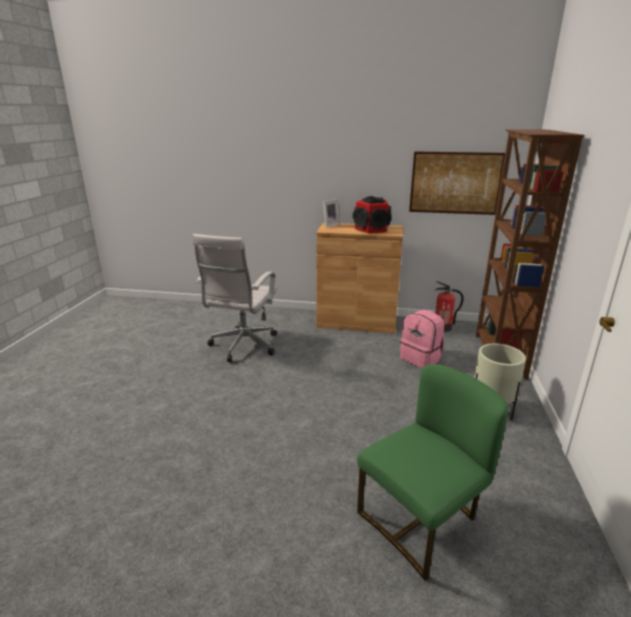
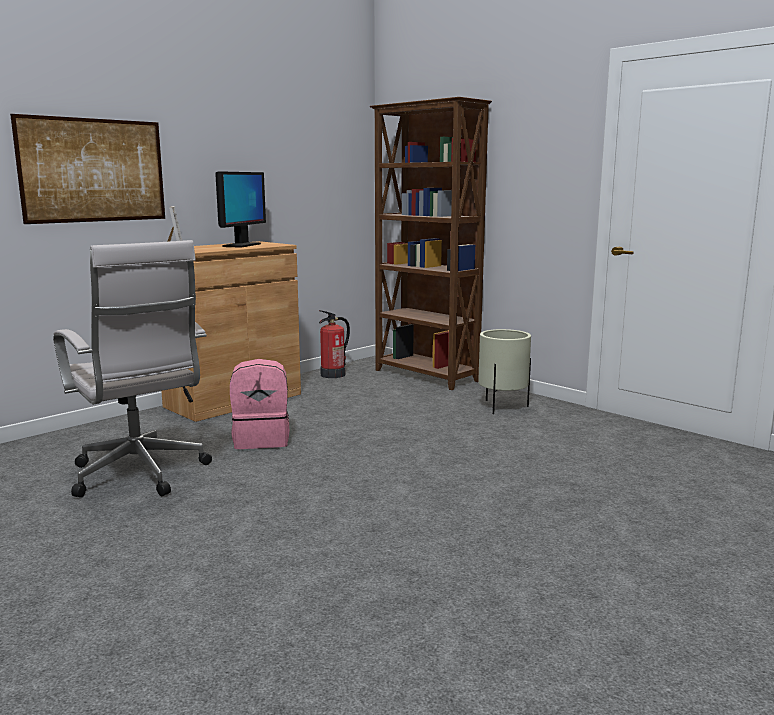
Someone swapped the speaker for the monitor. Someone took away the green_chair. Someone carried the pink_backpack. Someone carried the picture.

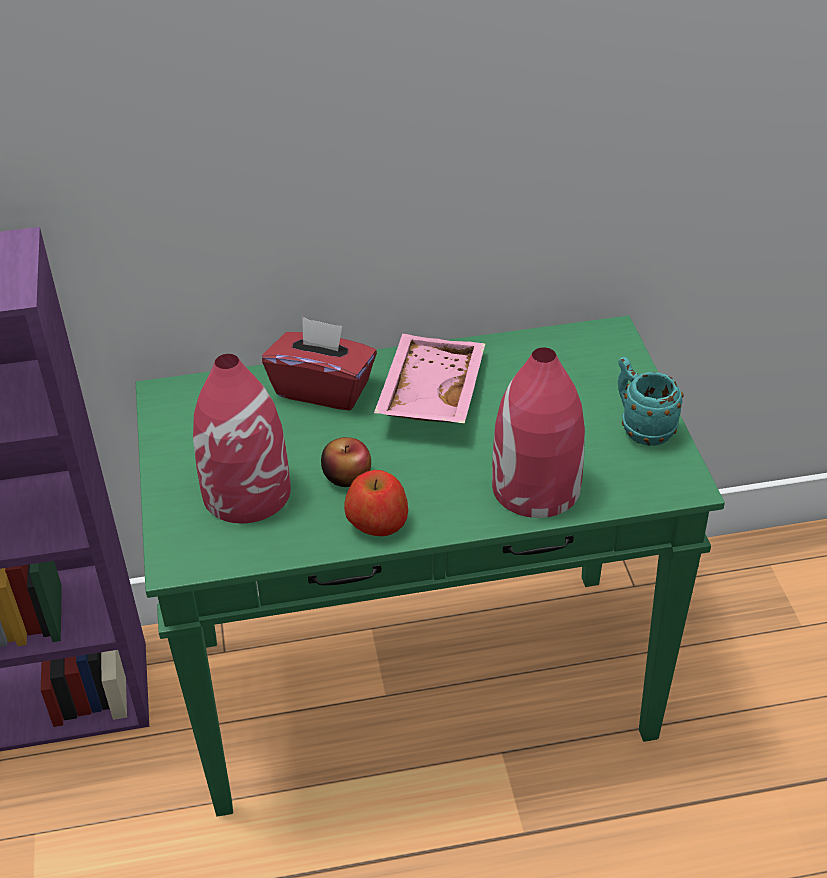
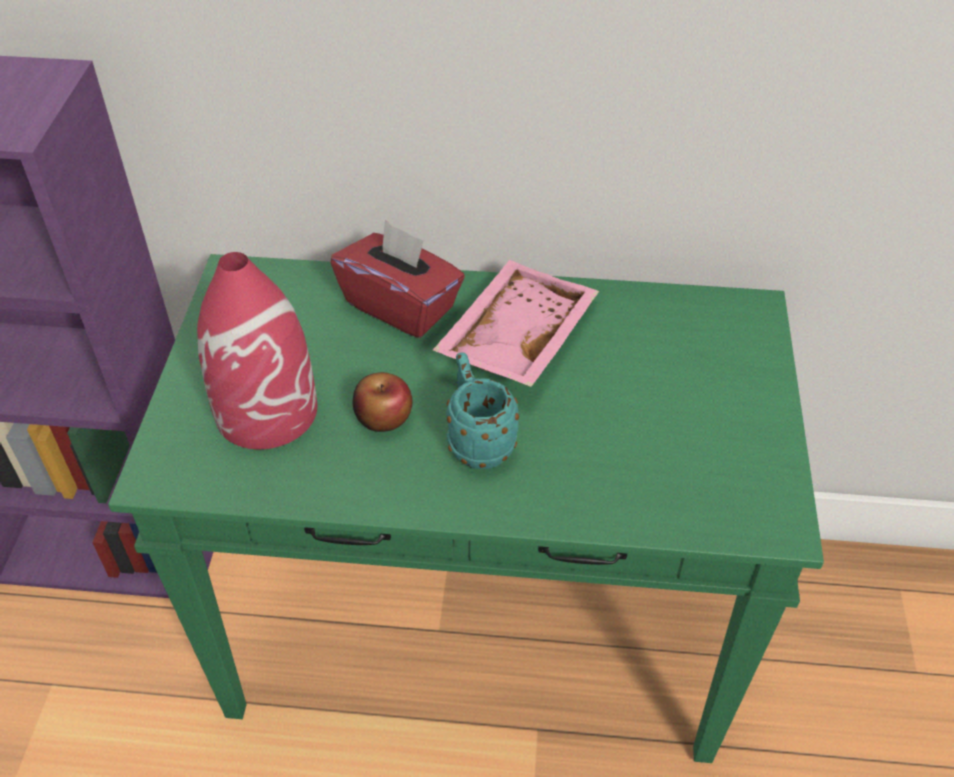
Someone took away the apple (2nd from left). Someone took away the red_vase (2nd from left). Someone carried the turquoise_mug.

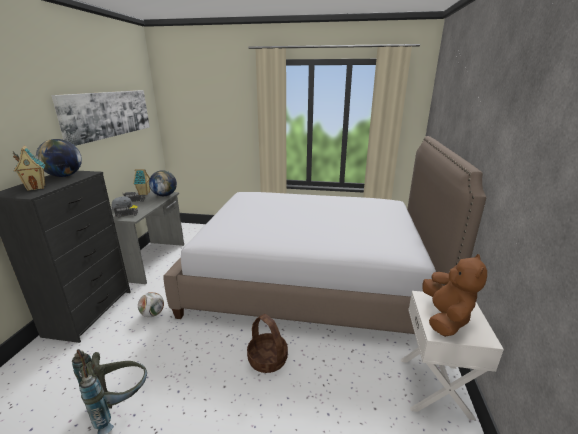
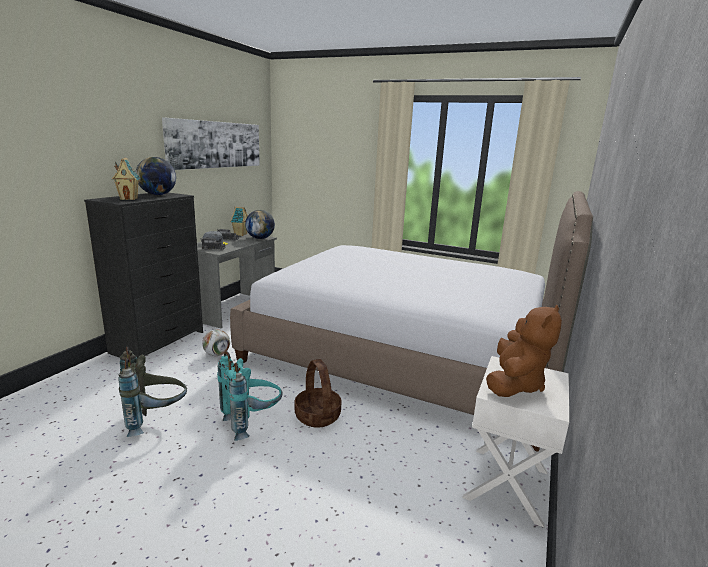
Someone put down the turquoise_backpack.

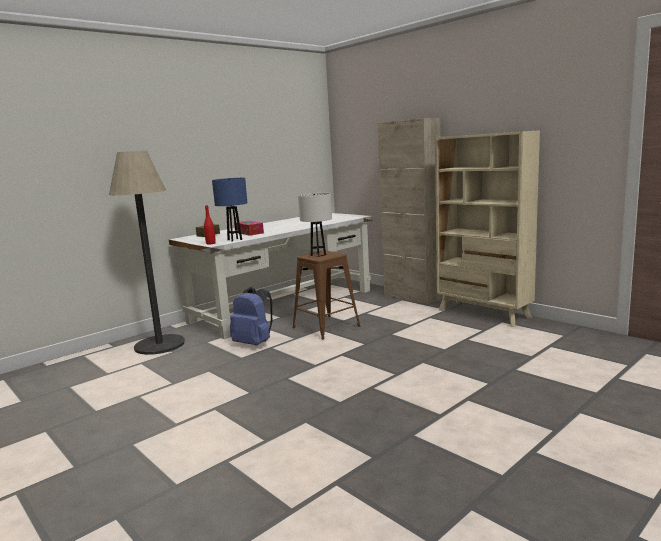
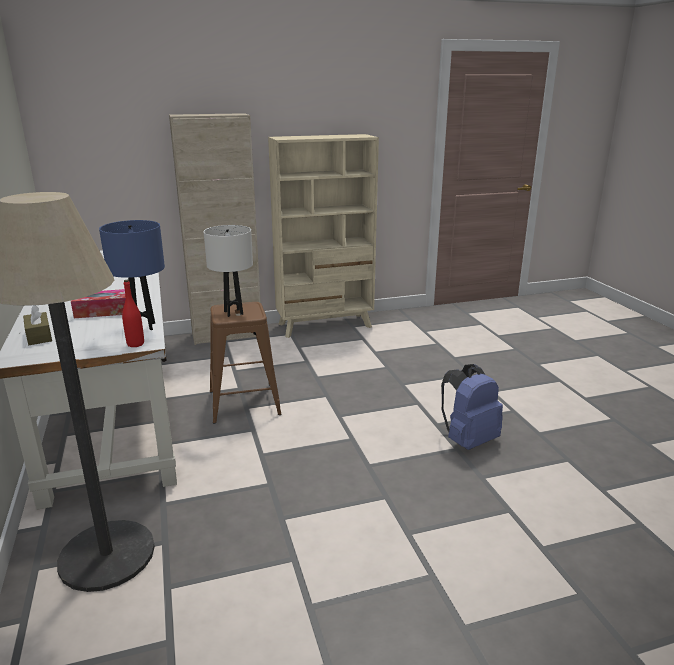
Someone carried the blue_backpack.

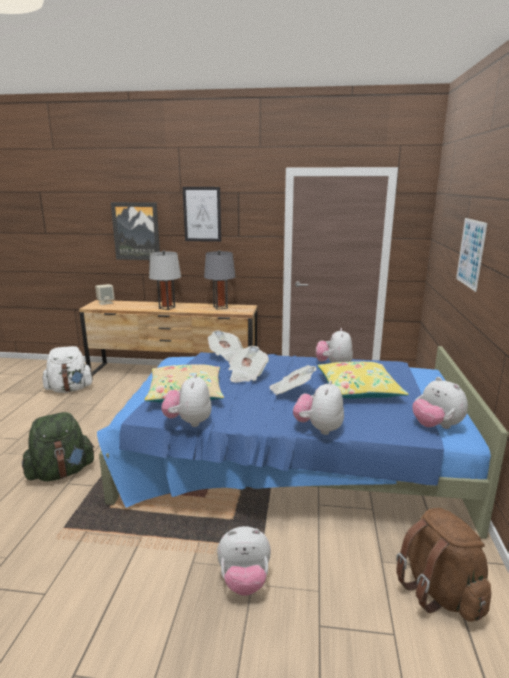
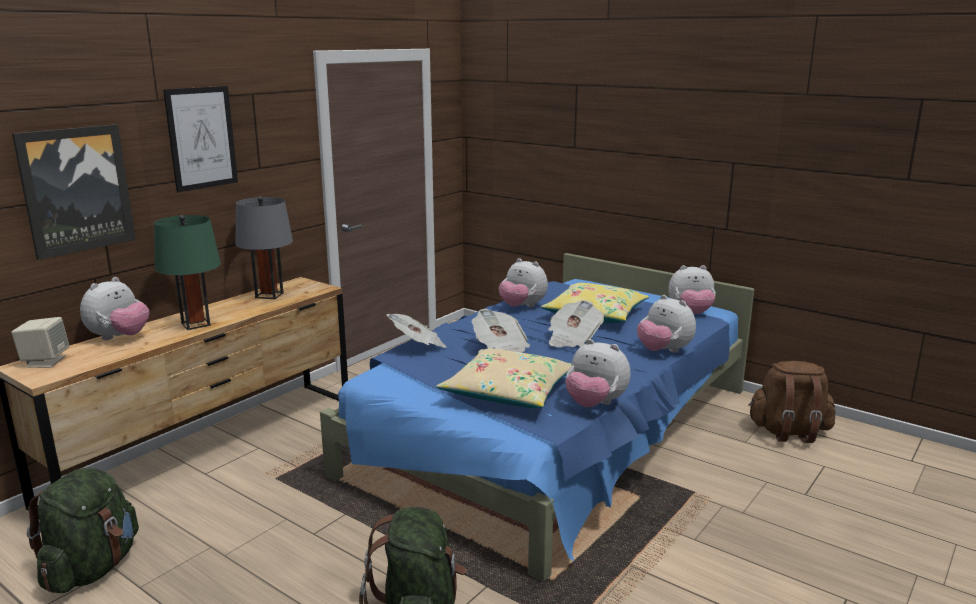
Someone repainted the white_backpack, which became the green_backpack (1st from left). Someone repainted the grey_table_lamp (1st from left), which became the green_table_lamp. Someone carried the plush_toy (2nd from left in the first image). Someone took away the picture (3rd from left).

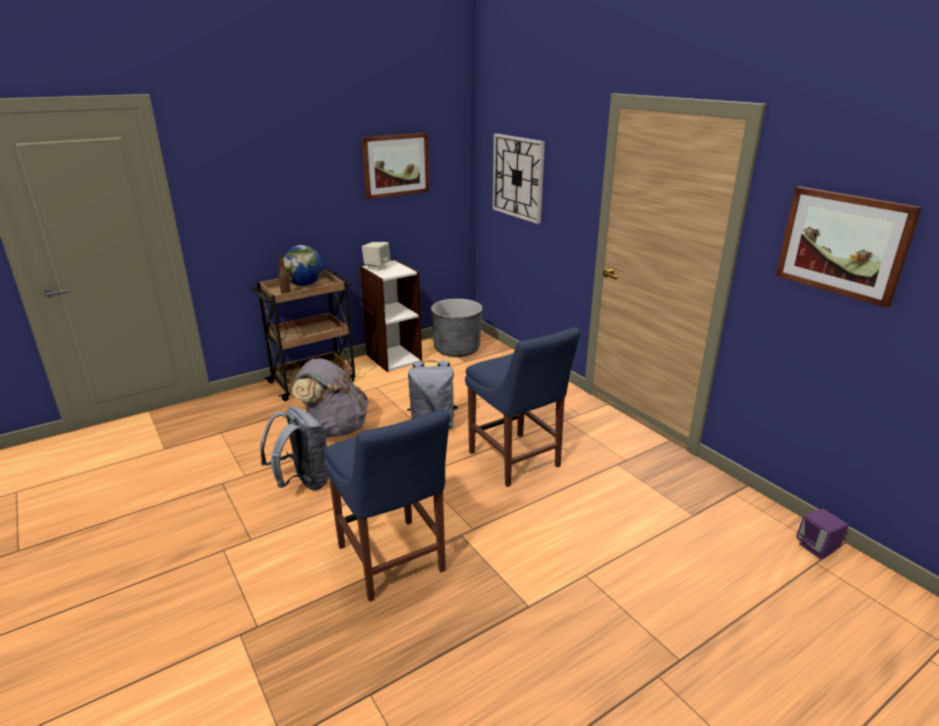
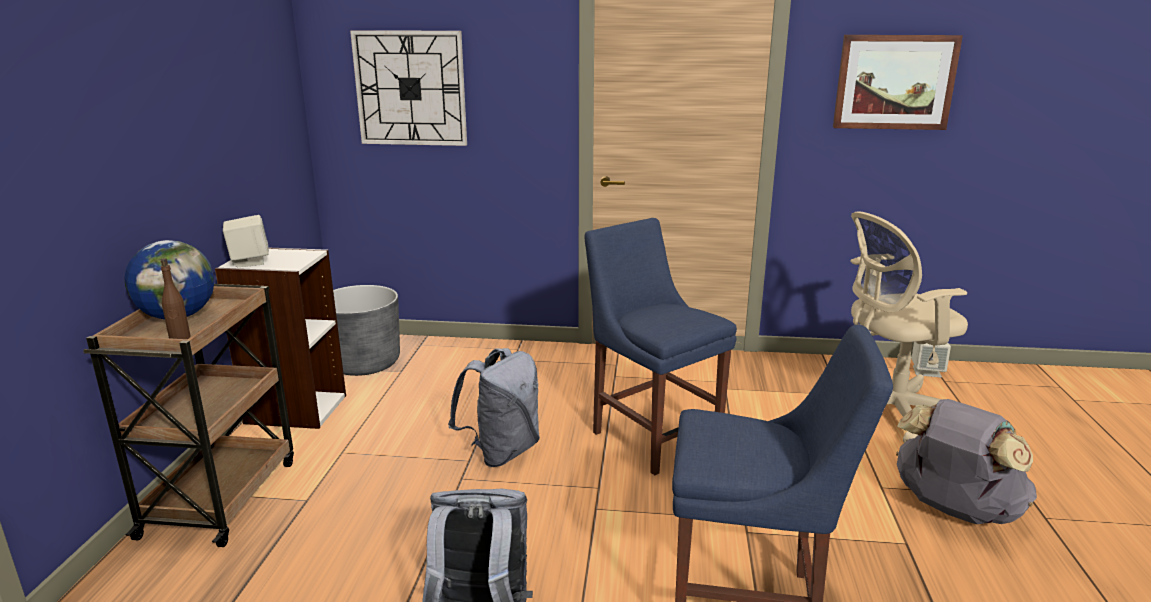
Someone carried the grey_backpack (2nd from left in the first image). Someone took away the picture (1st from left). Someone rotated the blue_chair (2nd from left in the first image) by 135 degrees counterclockwise. Someone repainted the purple_speaker, which became the beige_speaker (2nd from left). Someone put down the beige_office_chair.

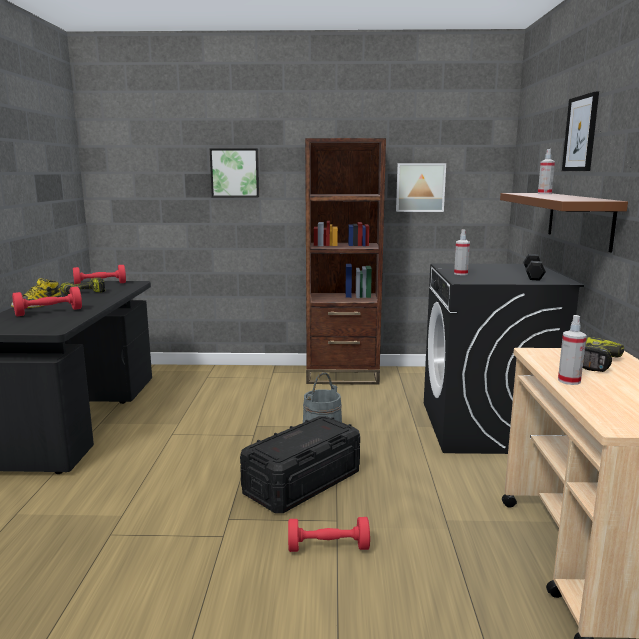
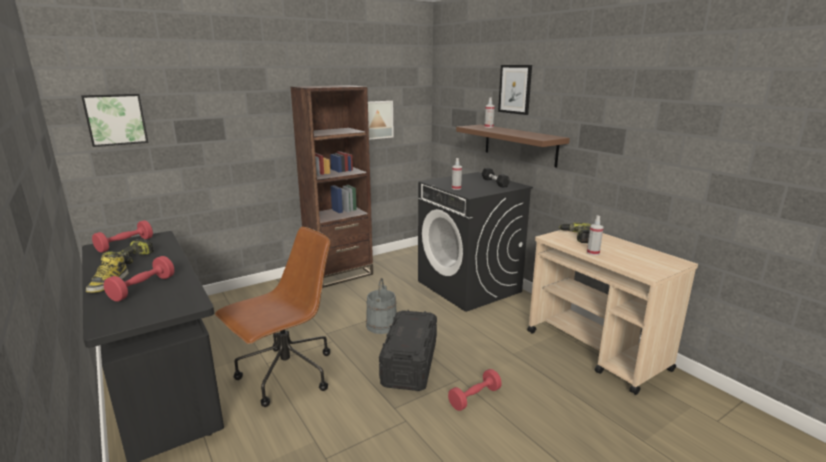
Someone carried the picture (1st from left). Someone put down the brown_office_chair.

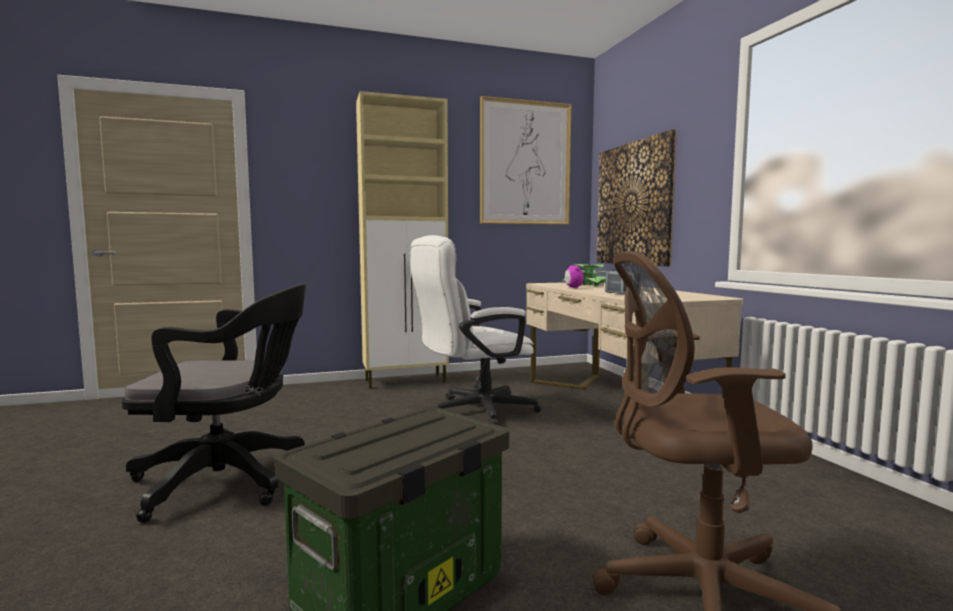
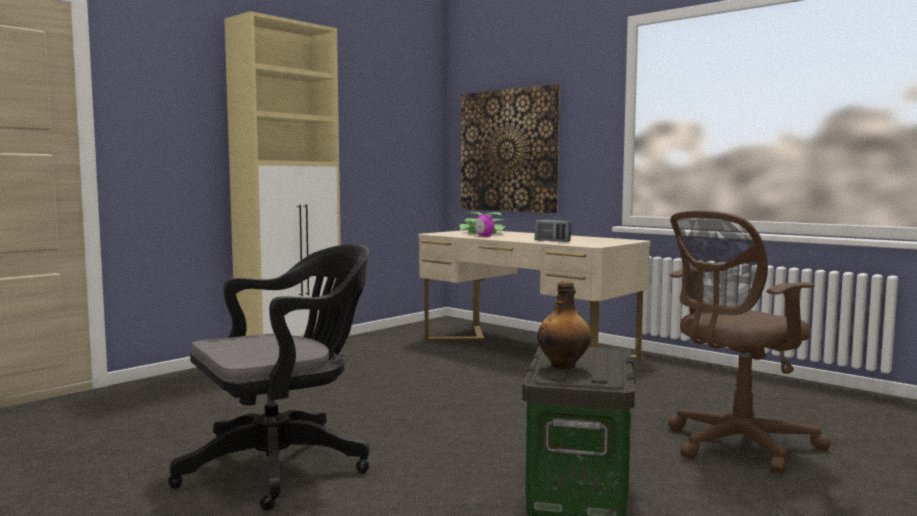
Someone took away the white_office_chair. Someone took away the picture (1st from left). Someone put down the bottle.

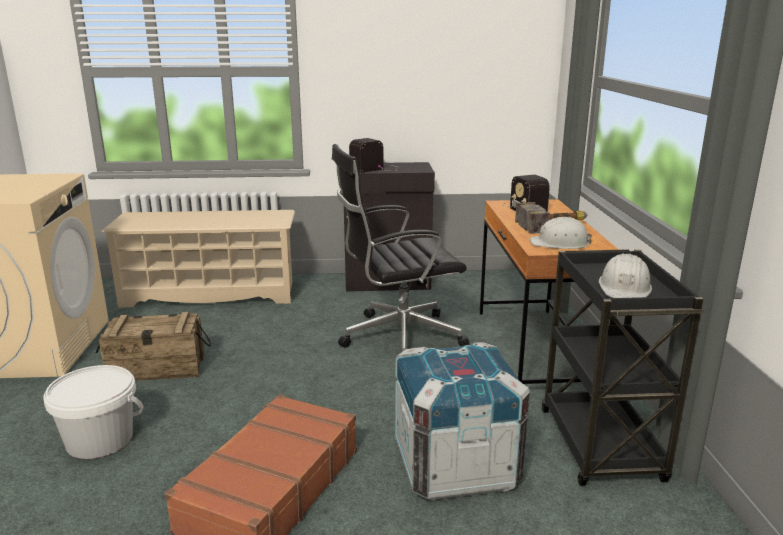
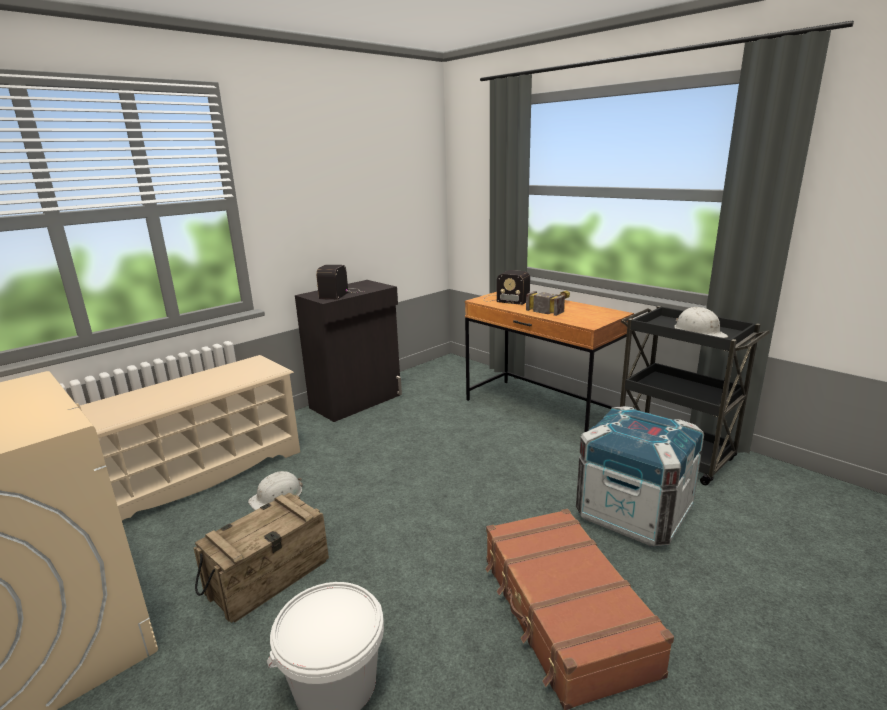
Someone took away the black_office_chair. Someone carried the white_hard_hat (1st from left).

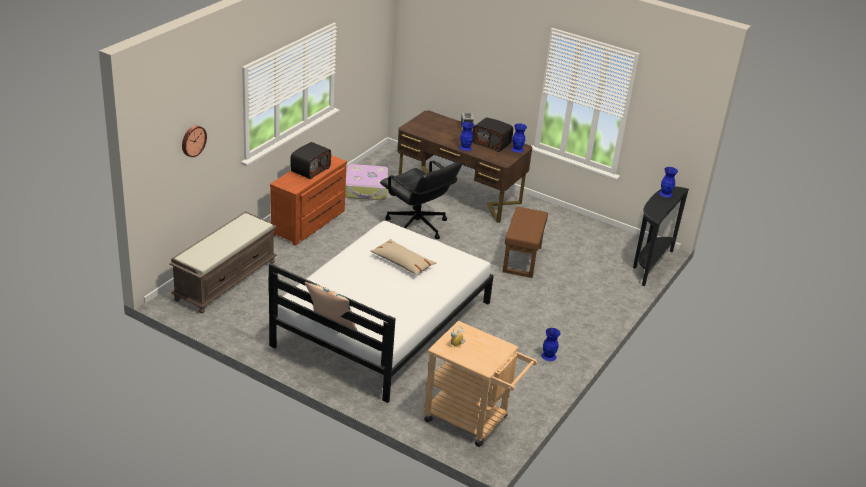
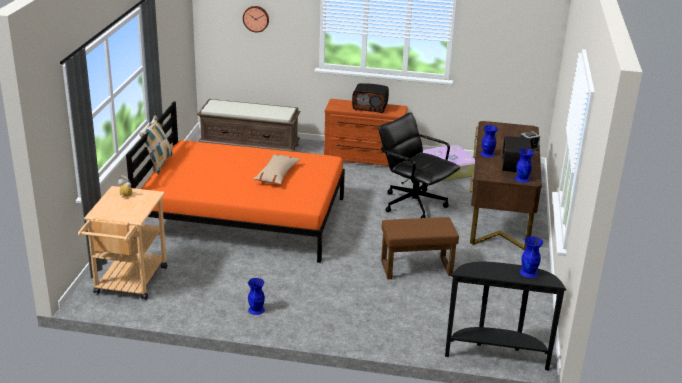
Someone repainted the white_bed, which became the orange_bed. Someone rotated the black_office_chair by 105 degrees clockwise.

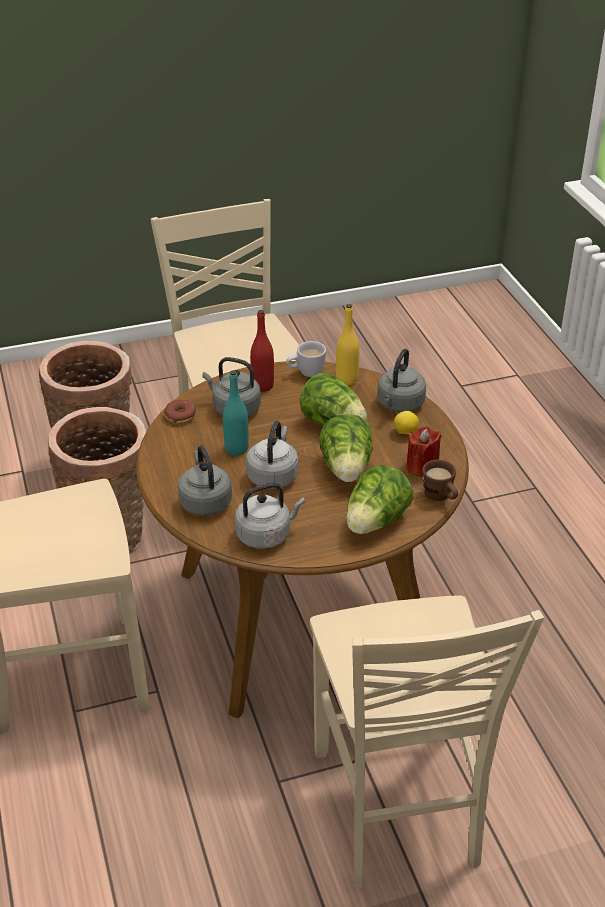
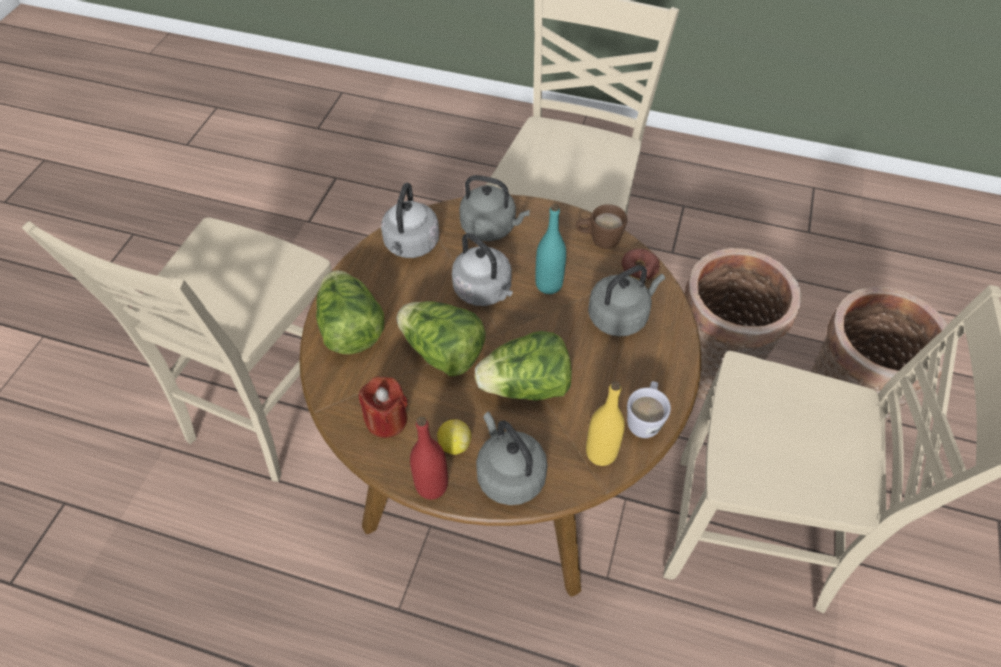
Someone carried the red_bottle. Someone rotated the beige_chair (3rd from left in the first image) by 90 degrees counterclockwise. Someone carried the brown_mug.

